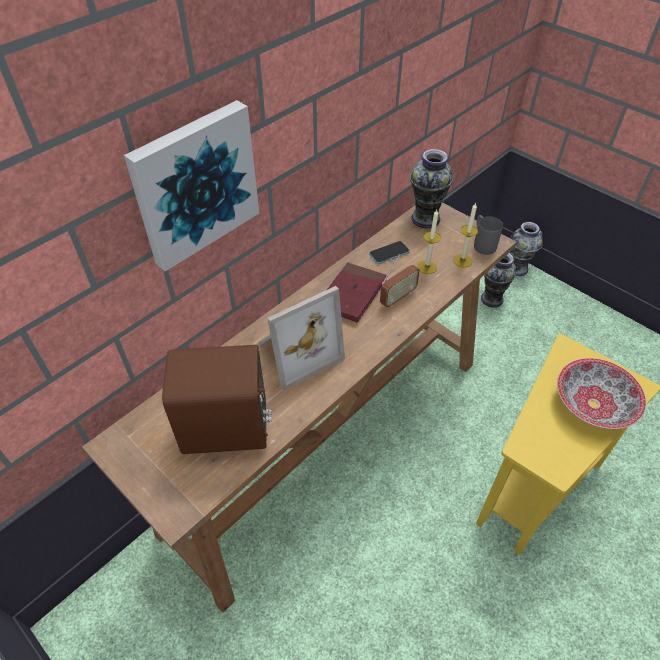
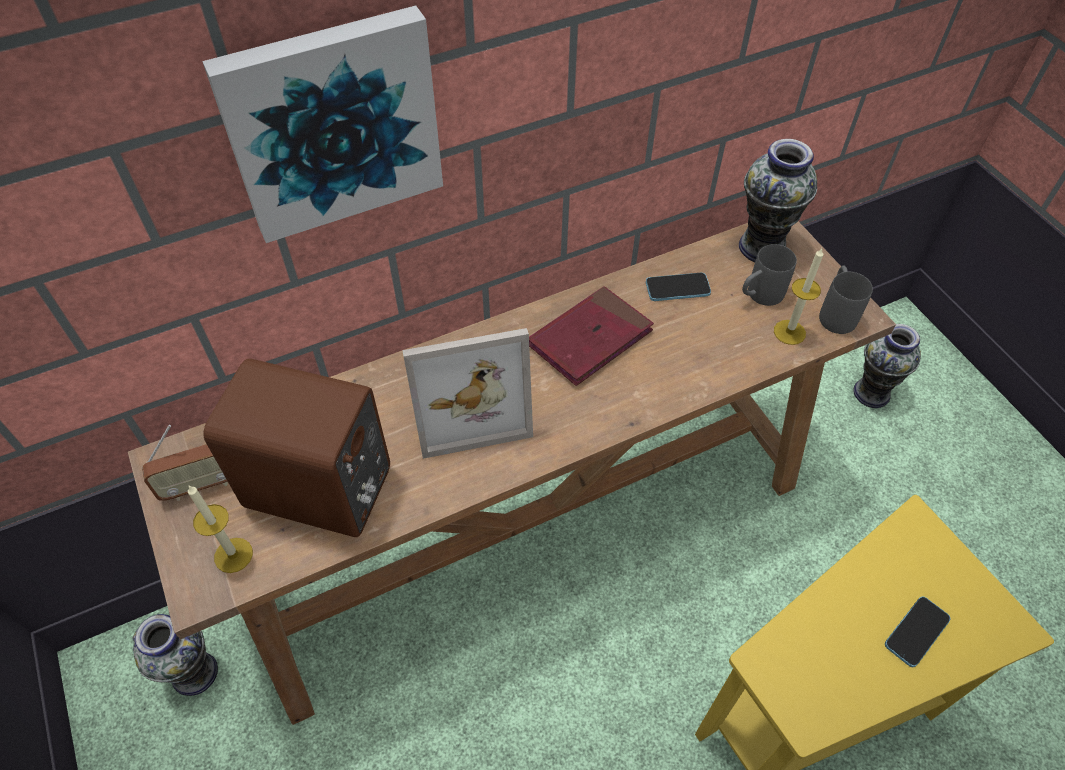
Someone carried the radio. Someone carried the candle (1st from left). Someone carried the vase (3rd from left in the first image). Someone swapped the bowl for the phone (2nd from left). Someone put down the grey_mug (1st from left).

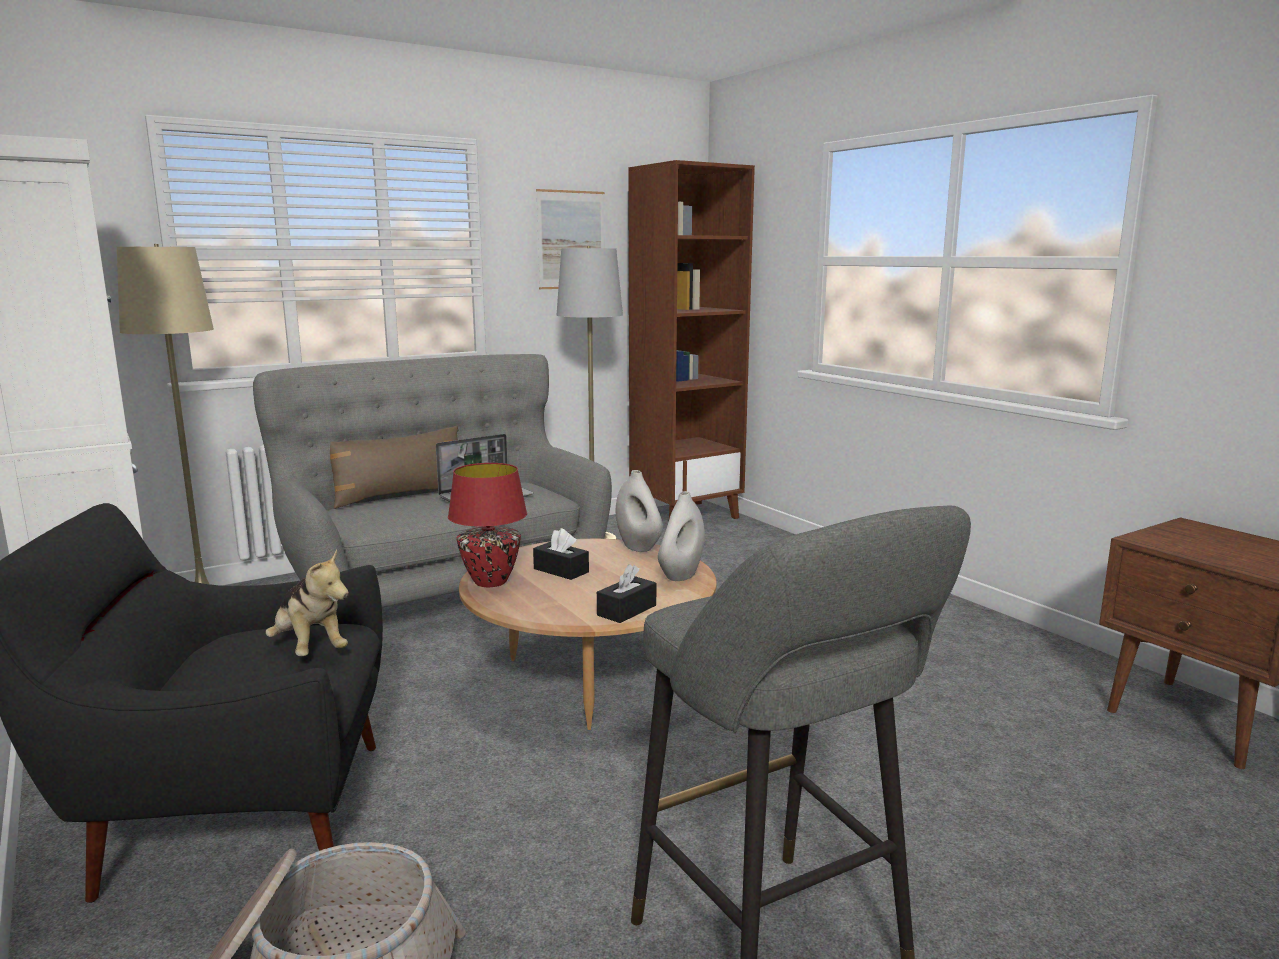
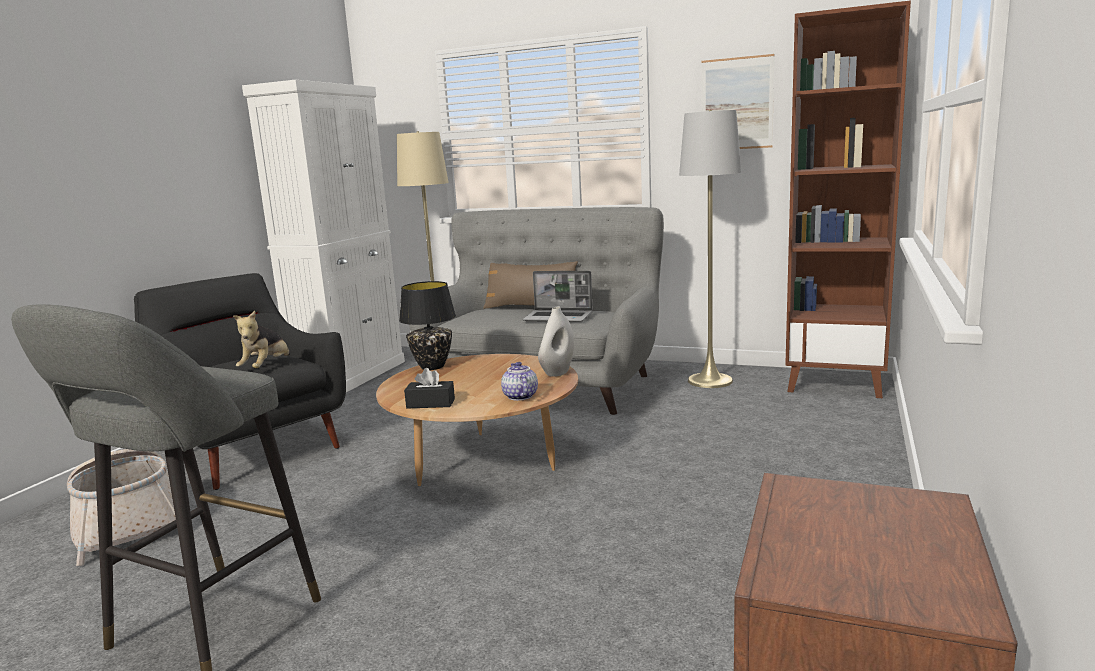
Someone repainted the red_table_lamp, which became the black_table_lamp. Someone took away the black_tissue_box (1st from left). Someone swapped the white_vase (2nd from left) for the teapot.

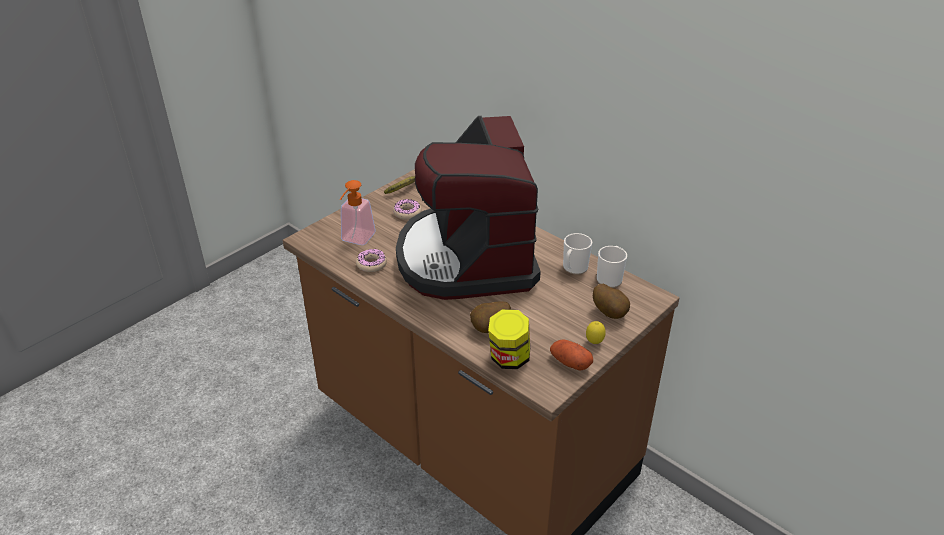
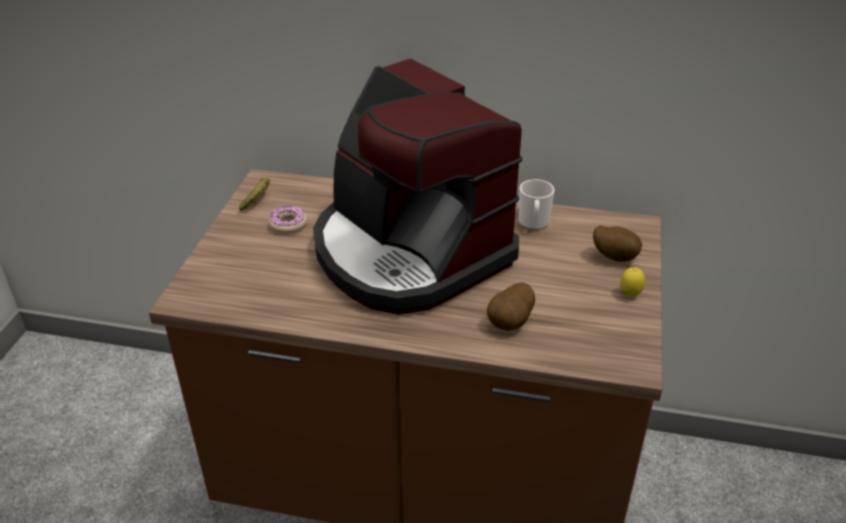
Someone took away the soap_dispenser. Someone took away the donut (1st from left). Someone took away the jar. Someone took away the potato (2nd from left). Someone took away the mug (2nd from left).

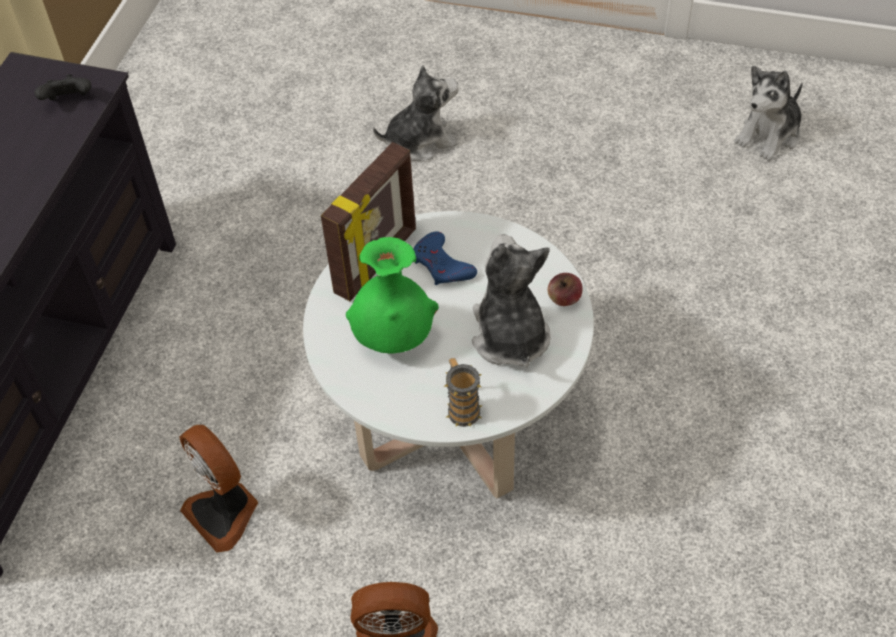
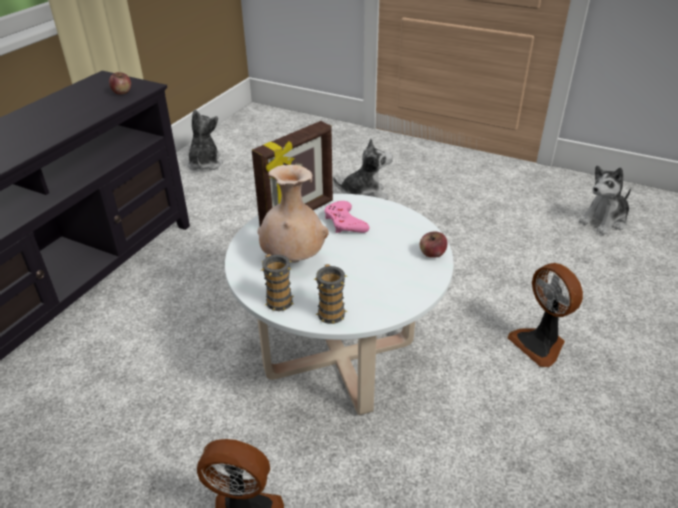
Someone swapped the black_game_controller for the apple (1st from left). Someone carried the fan (1st from left in the first image). Someone repainted the green_vase, which became the beige_vase. Someone repainted the blue_game_controller, which became the pink_game_controller. Someone carried the plush_toy (2nd from left in the first image). Someone put down the mug (1st from left).

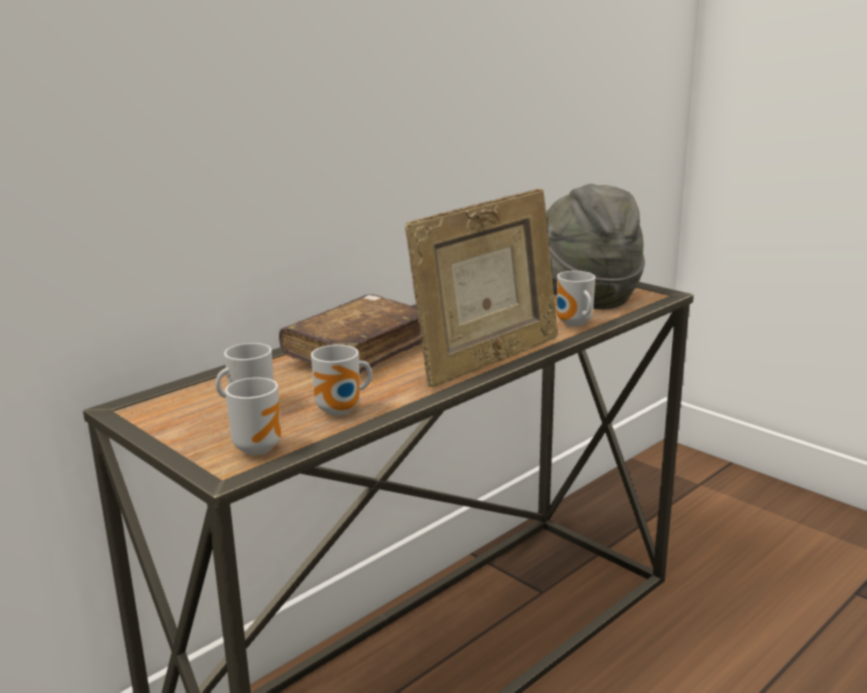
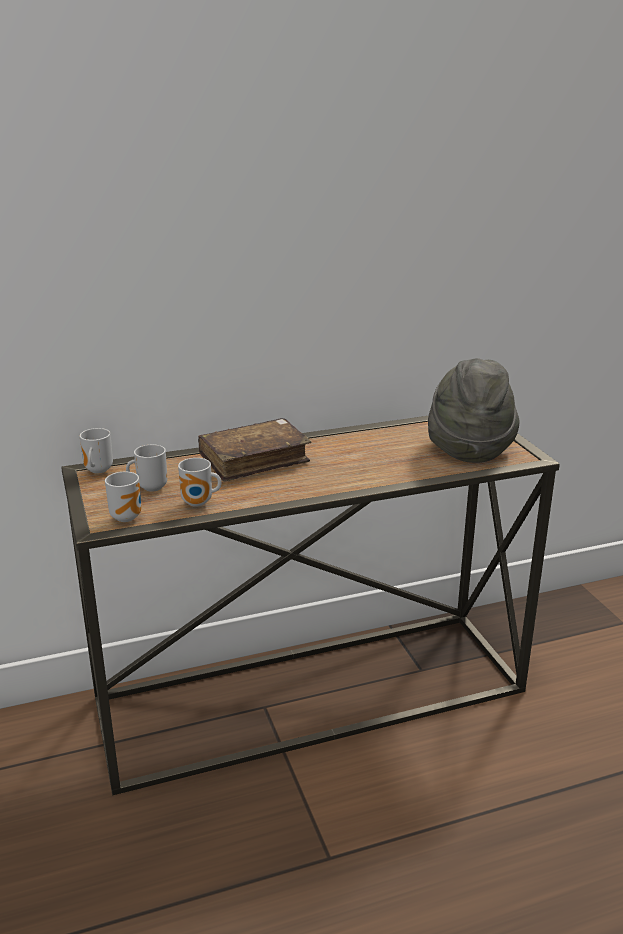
Someone took away the picture_frame. Someone carried the mug (4th from left in the first image).

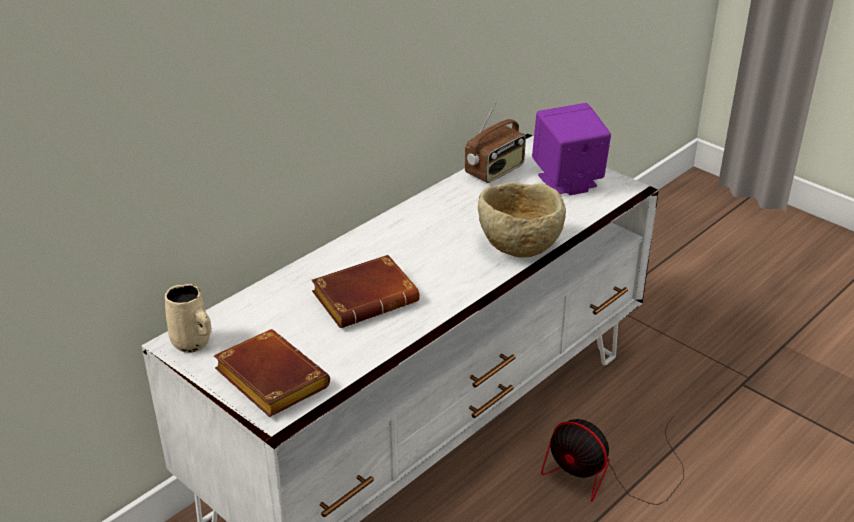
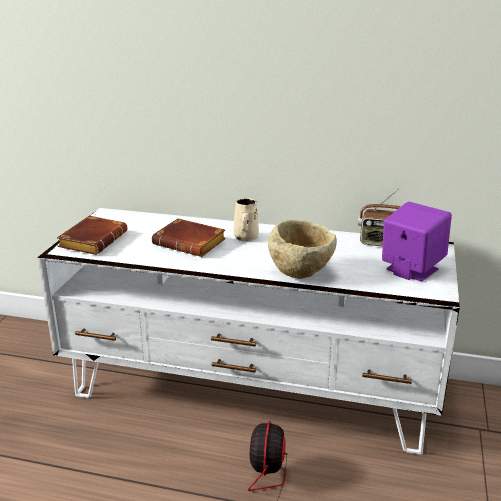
Someone carried the beige_mug.

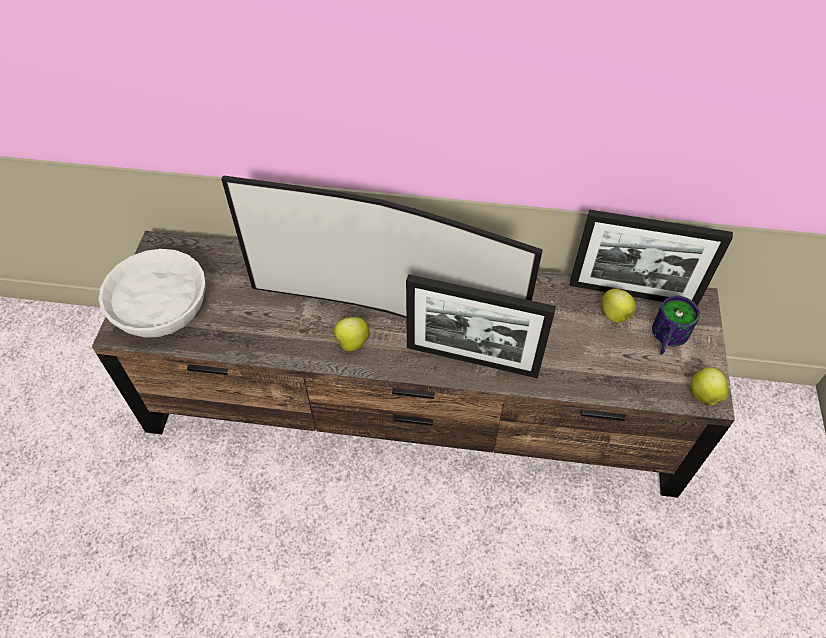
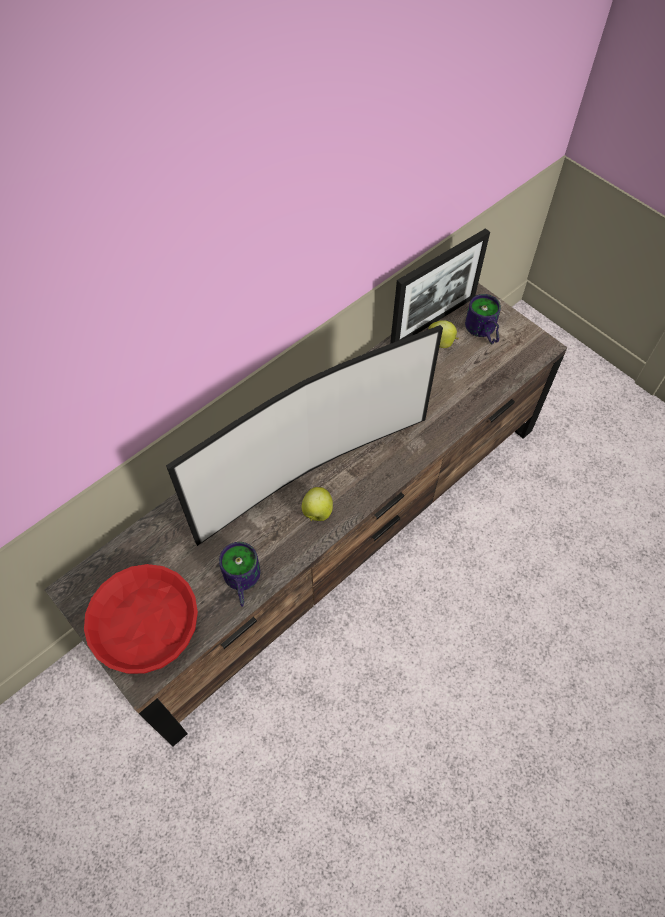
Someone repainted the white_bowl, which became the red_bowl. Someone took away the picture_frame (1st from left). Someone took away the apple (3rd from left). Someone put down the mug (1st from left).

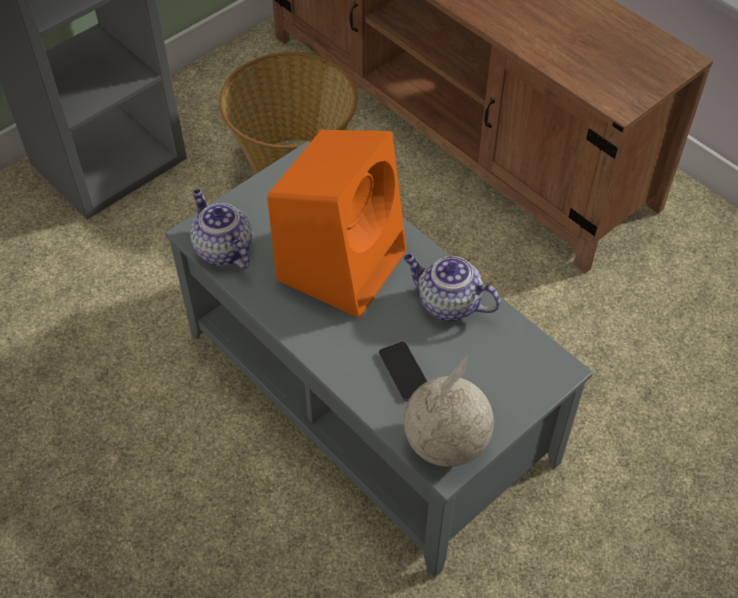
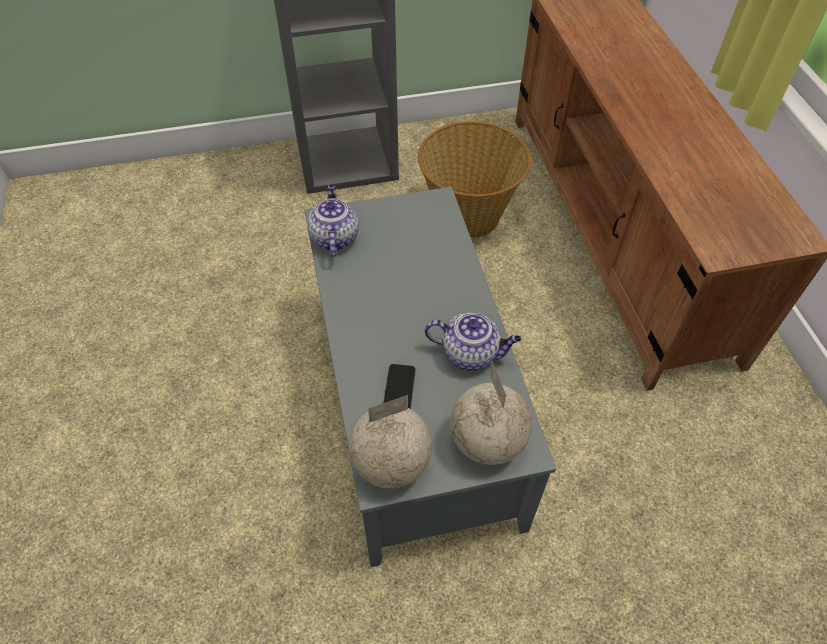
Someone took away the orange_speaker. Someone rotated the teapot (2nd from left) by 135 degrees clockwise. Someone put down the globe (2nd from left).

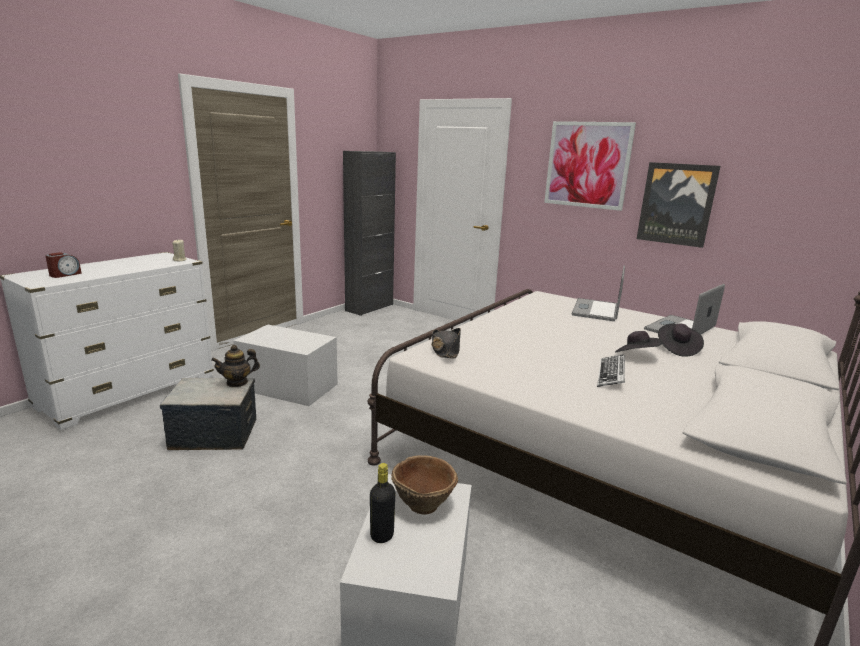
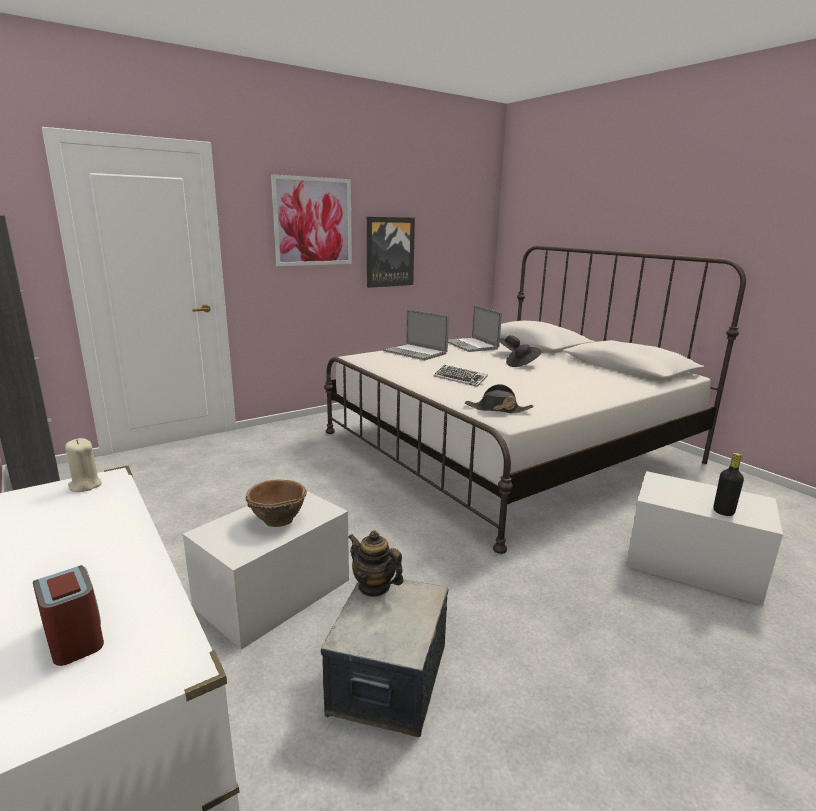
Someone rotated the teapot by 135 degrees clockwise. Someone carried the brown_bowl. Someone carried the keyboard.

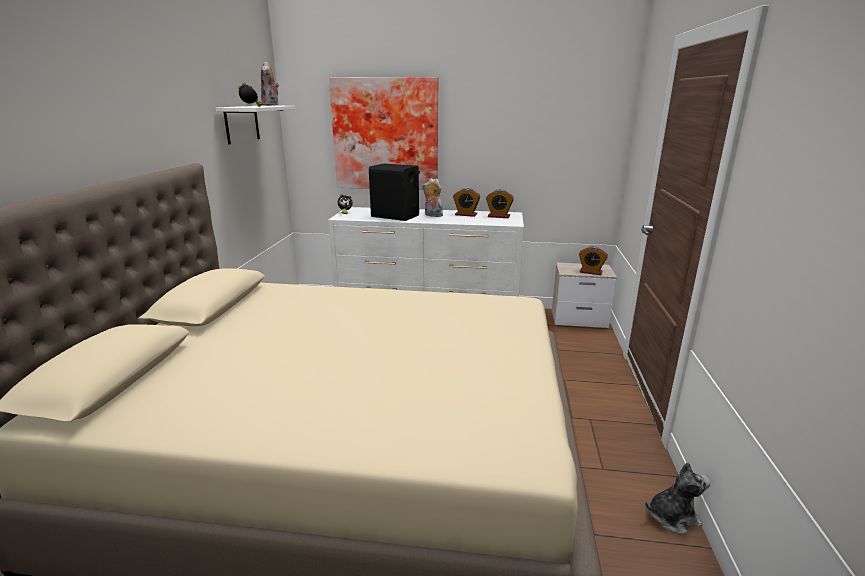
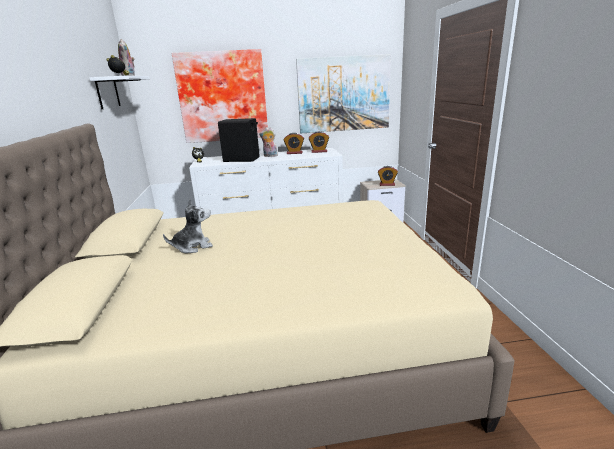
Someone carried the plush_toy (3rd from left in the first image). Someone put up the picture (2nd from left).

